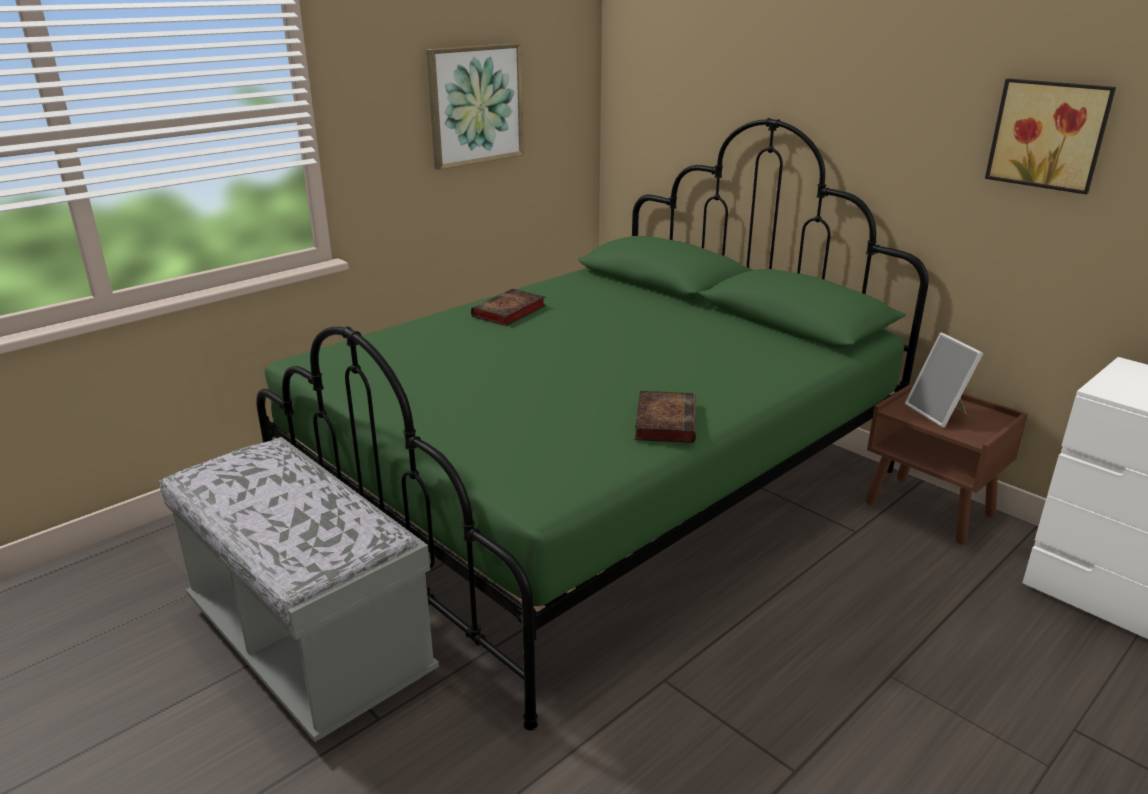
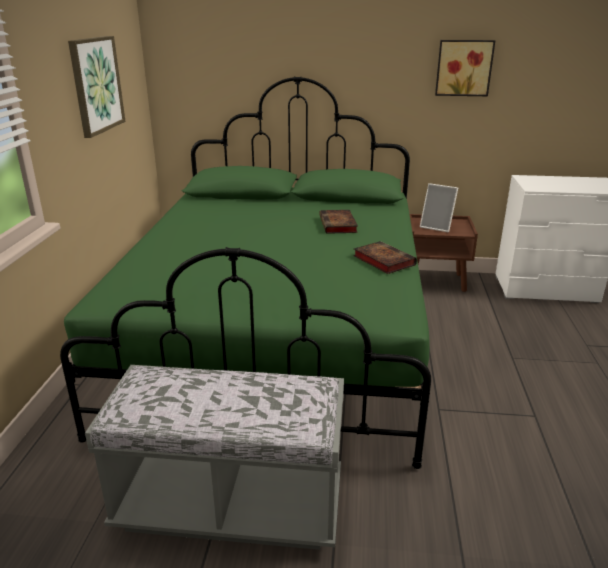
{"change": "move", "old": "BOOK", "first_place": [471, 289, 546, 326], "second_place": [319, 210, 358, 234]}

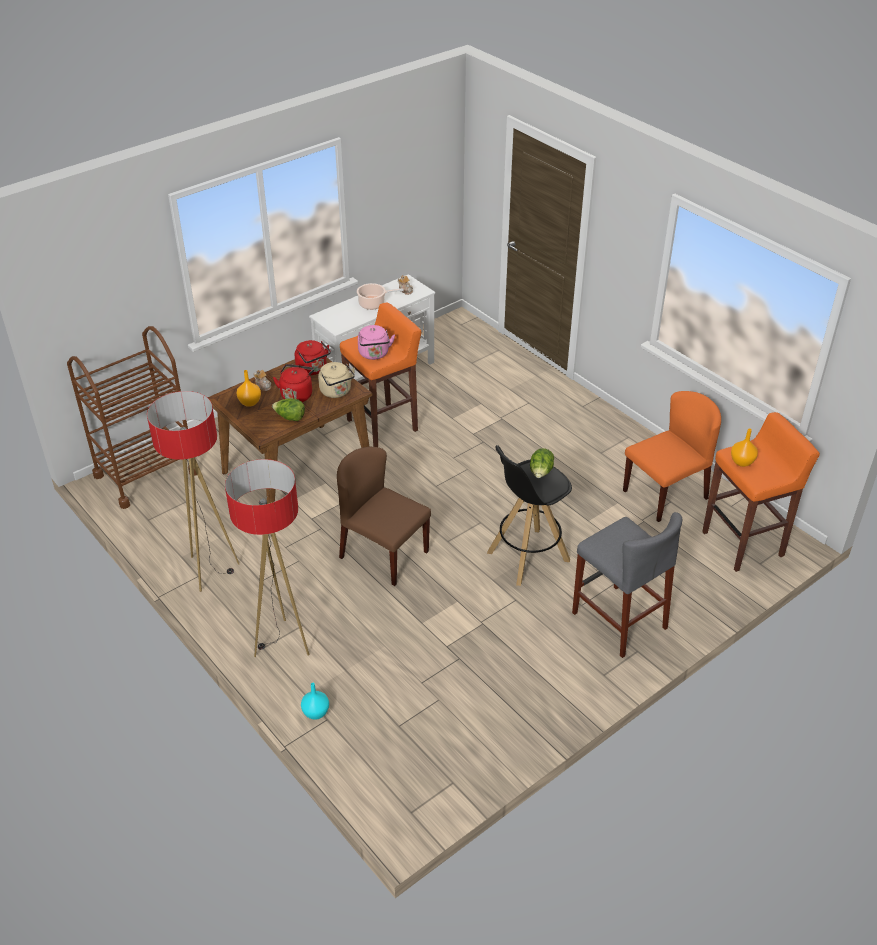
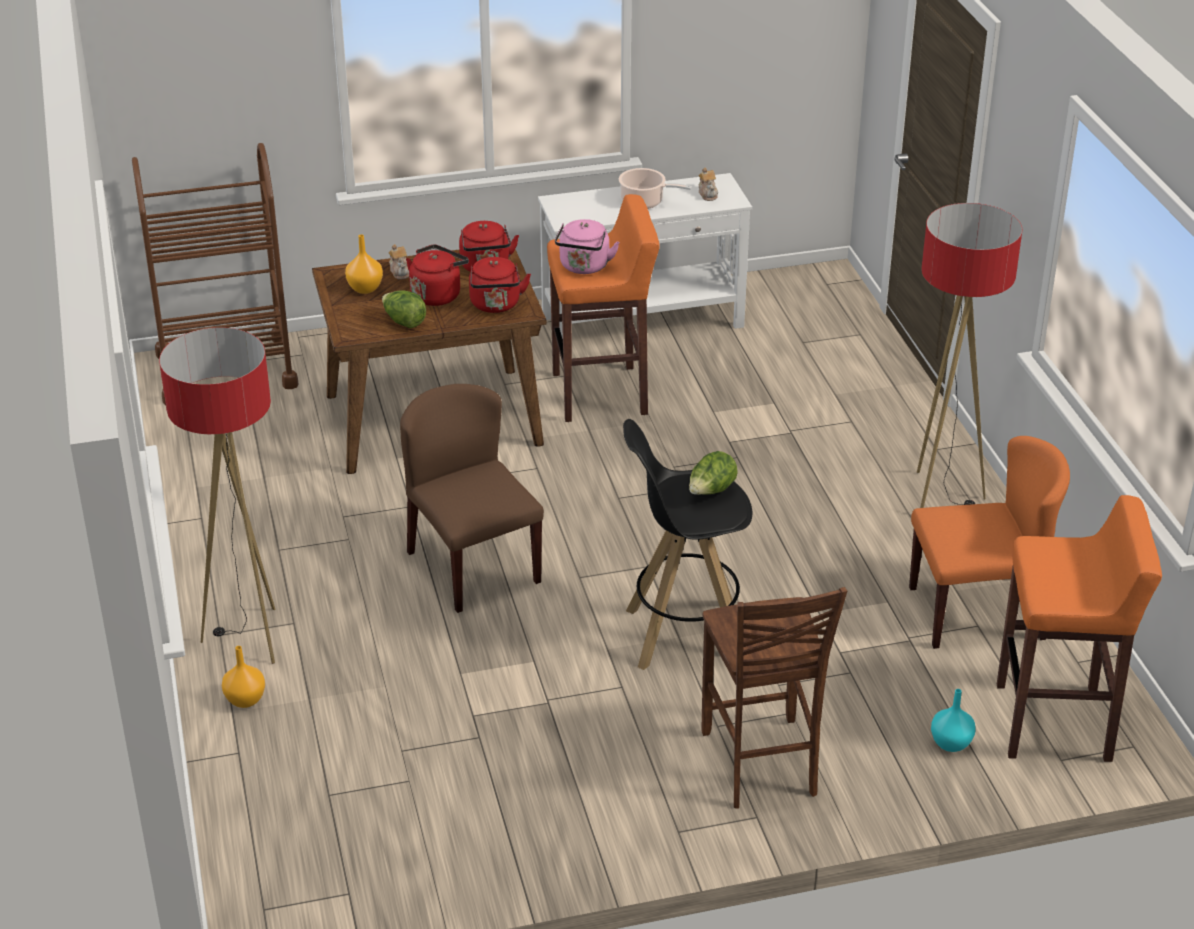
{"change": "move", "old": "FLOOR LAMP", "first_place": [147, 391, 239, 592], "second_place": [917, 203, 1022, 508]}
{"change": "move", "old": "TURQUOISE VASE", "first_place": [301, 683, 329, 720], "second_place": [931, 689, 976, 752]}
{"change": "move", "old": "ORANGE VASE", "first_place": [731, 428, 758, 467], "second_place": [222, 646, 265, 708]}
{"change": "replace", "old": "GREY STOOL", "new": "BROWN CHAIR", "first_place": [572, 512, 682, 658], "second_place": [701, 587, 847, 808]}
{"change": "recolor", "old": "BEIGE KETTLE", "new": "RED KETTLE", "first_place": [318, 362, 355, 398], "second_place": [469, 257, 531, 313]}

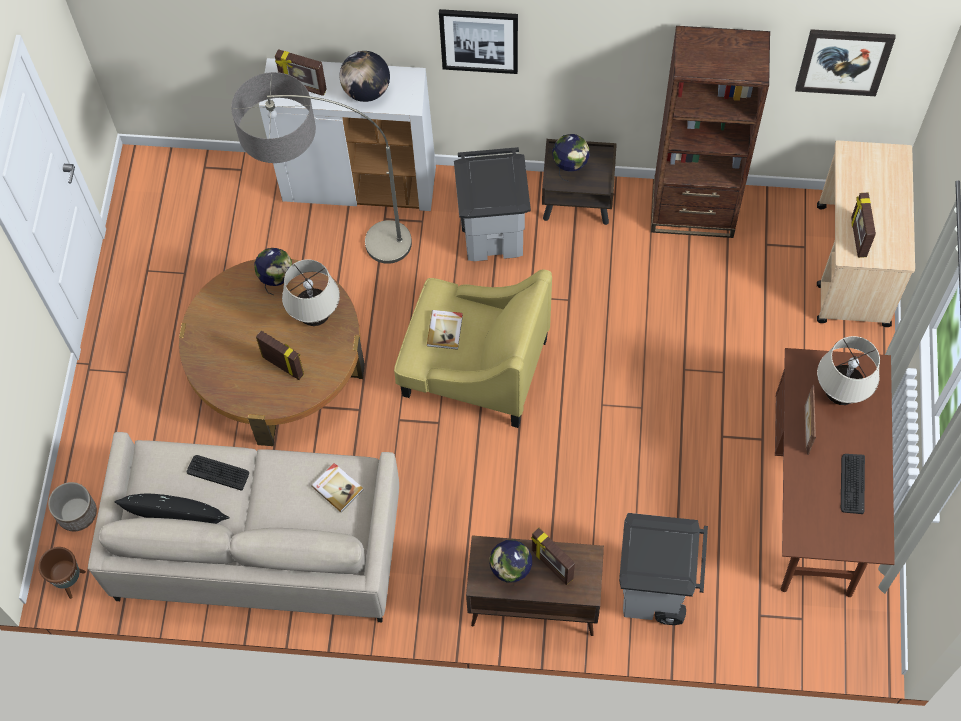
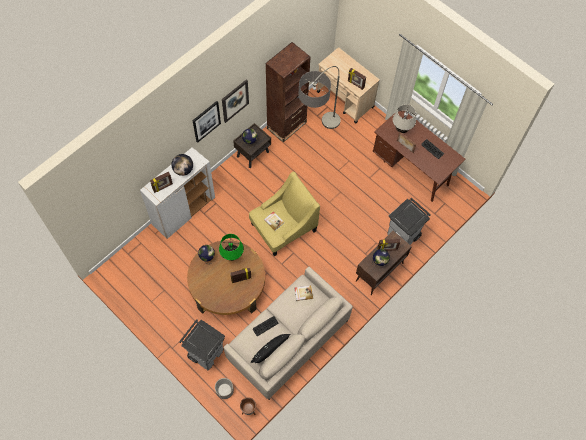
{"change": "move", "old": "FLOOR LAMP", "first_place": [231, 72, 412, 264], "second_place": [299, 66, 341, 129]}
{"change": "move", "old": "GREY TRASH CAN", "first_place": [454, 147, 531, 261], "second_place": [179, 319, 225, 370]}
{"change": "move", "old": "PICTURE", "first_place": [795, 29, 895, 96], "second_place": [222, 79, 249, 123]}
{"change": "recolor", "old": "BEIGE TABLE LAMP", "new": "GREEN TABLE LAMP", "first_place": [282, 259, 340, 326], "second_place": [219, 234, 244, 261]}

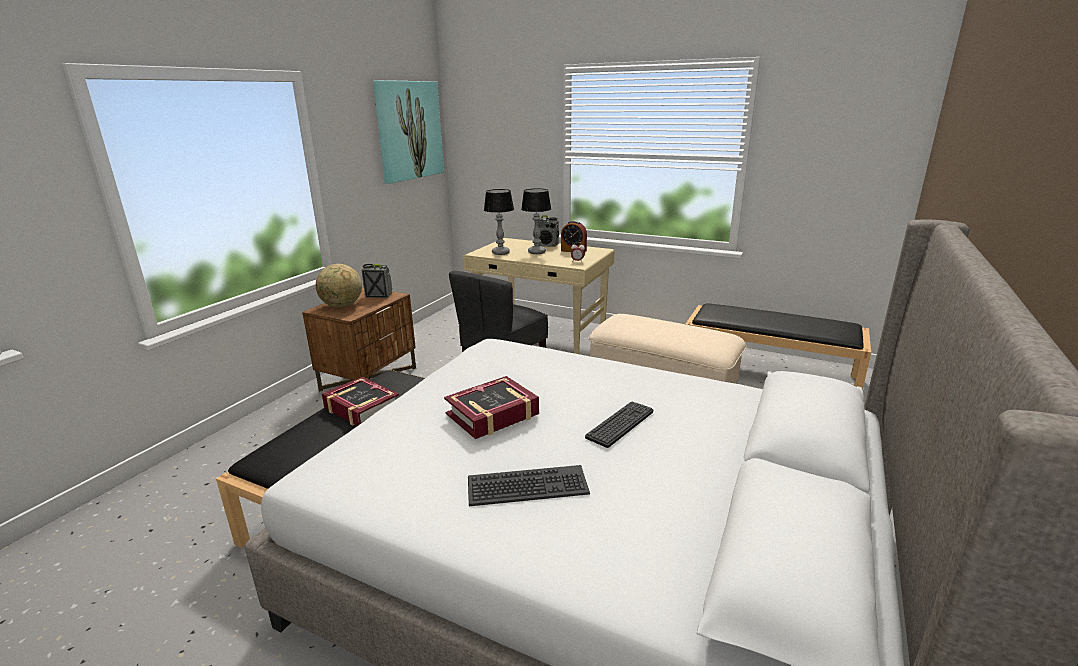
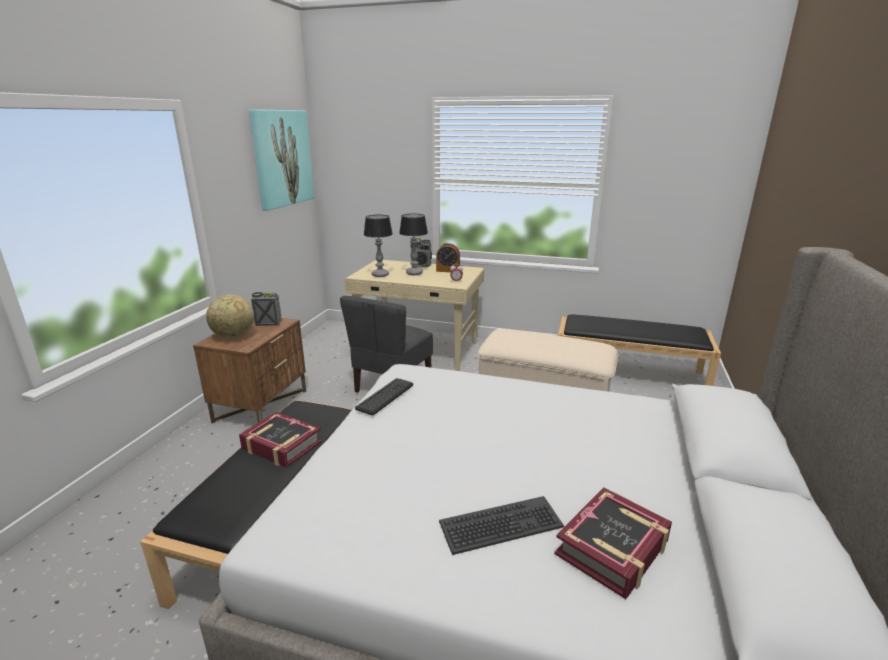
{"change": "move", "old": "BOOK", "first_place": [444, 376, 539, 439], "second_place": [555, 487, 672, 599]}
{"change": "move", "old": "KEYBOARD", "first_place": [585, 402, 653, 448], "second_place": [355, 378, 413, 416]}

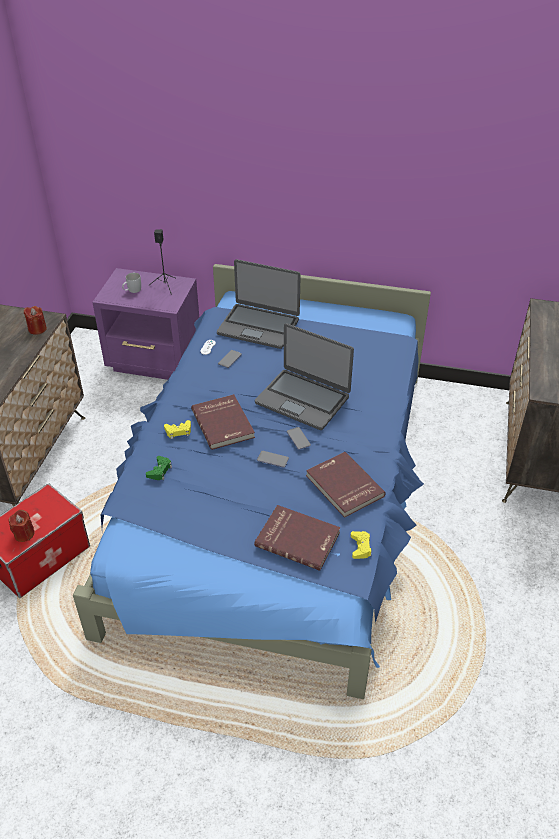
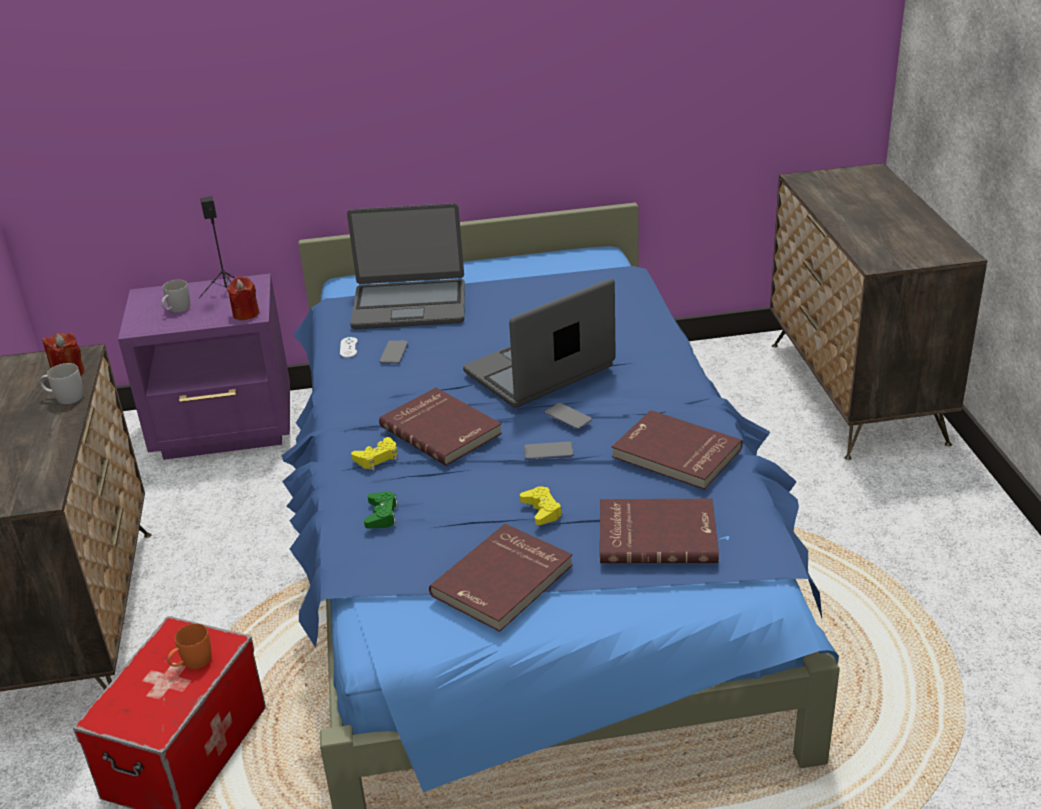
{"change": "insert", "new": "WHITE MUG", "second_place": [40, 363, 83, 404]}
{"change": "insert", "new": "ORANGE MUG", "second_place": [167, 623, 211, 669]}
{"change": "insert", "new": "RED BOOK", "second_place": [429, 524, 573, 632]}
{"change": "move", "old": "RED CANDLE", "first_place": [8, 510, 35, 542], "second_place": [227, 277, 259, 320]}
{"change": "move", "old": "YELLOW GAME CONTROLLER", "first_place": [351, 531, 372, 559], "second_place": [520, 486, 562, 525]}
{"change": "rotate", "old": "LAPTOP", "first_place": [255, 323, 354, 430], "second_place": [463, 278, 616, 408], "degrees": 135}

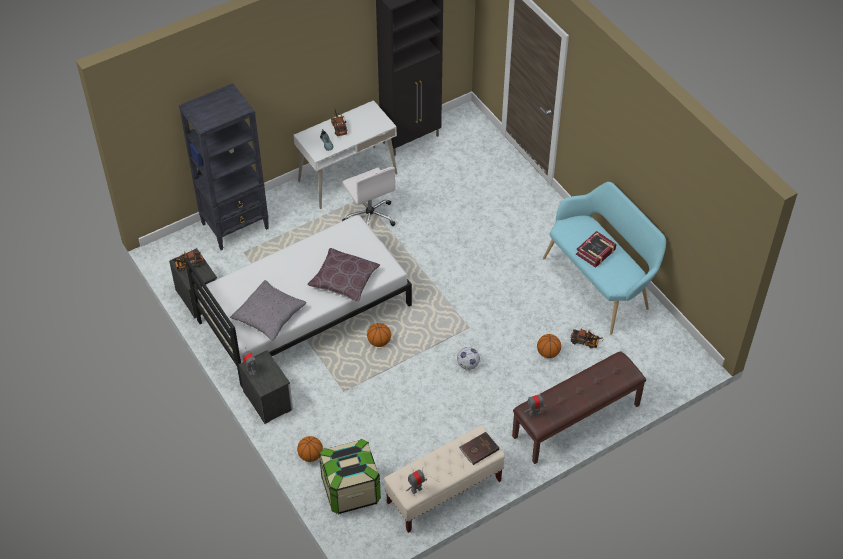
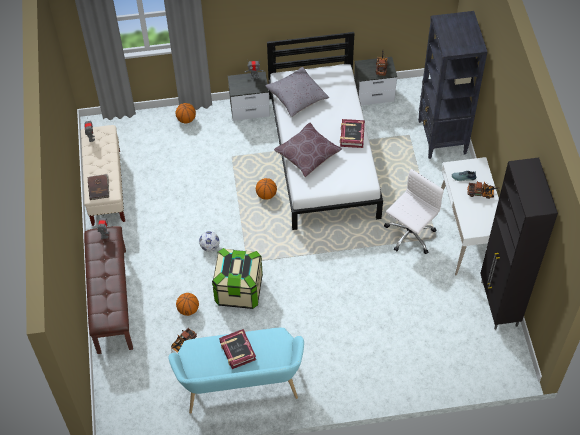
{"change": "insert", "new": "BOOK", "second_place": [340, 119, 365, 148]}
{"change": "move", "old": "STORAGE BOX", "first_place": [319, 439, 381, 514], "second_place": [212, 248, 263, 309]}
{"change": "rotate", "old": "WHITE OFFICE CHAIR", "first_place": [342, 167, 396, 226], "second_place": [384, 169, 444, 254], "degrees": 135}

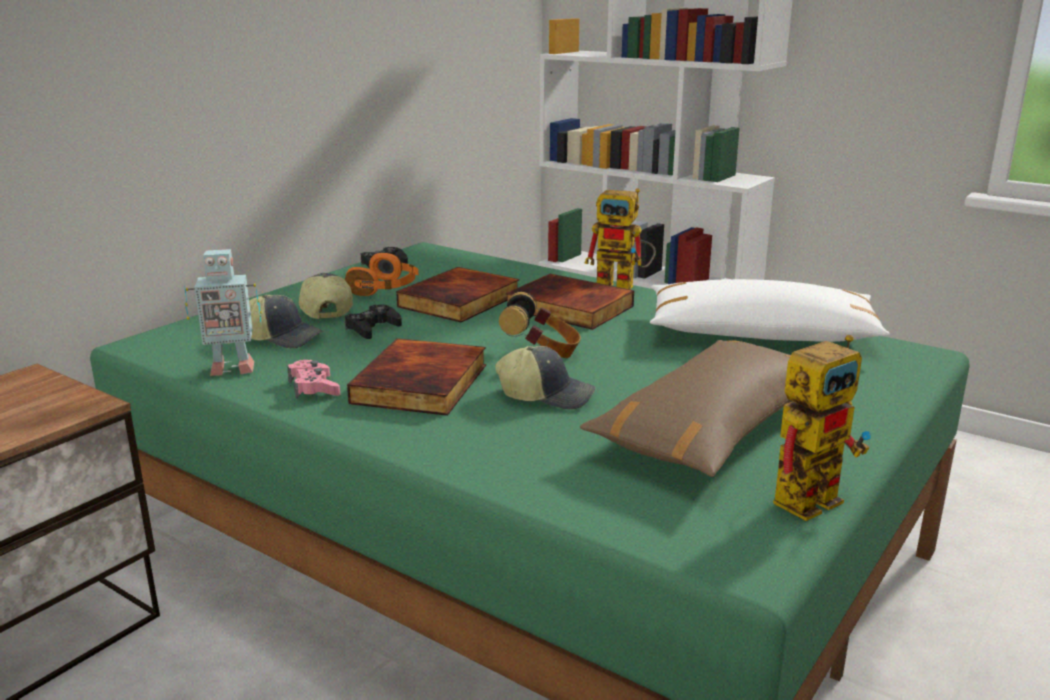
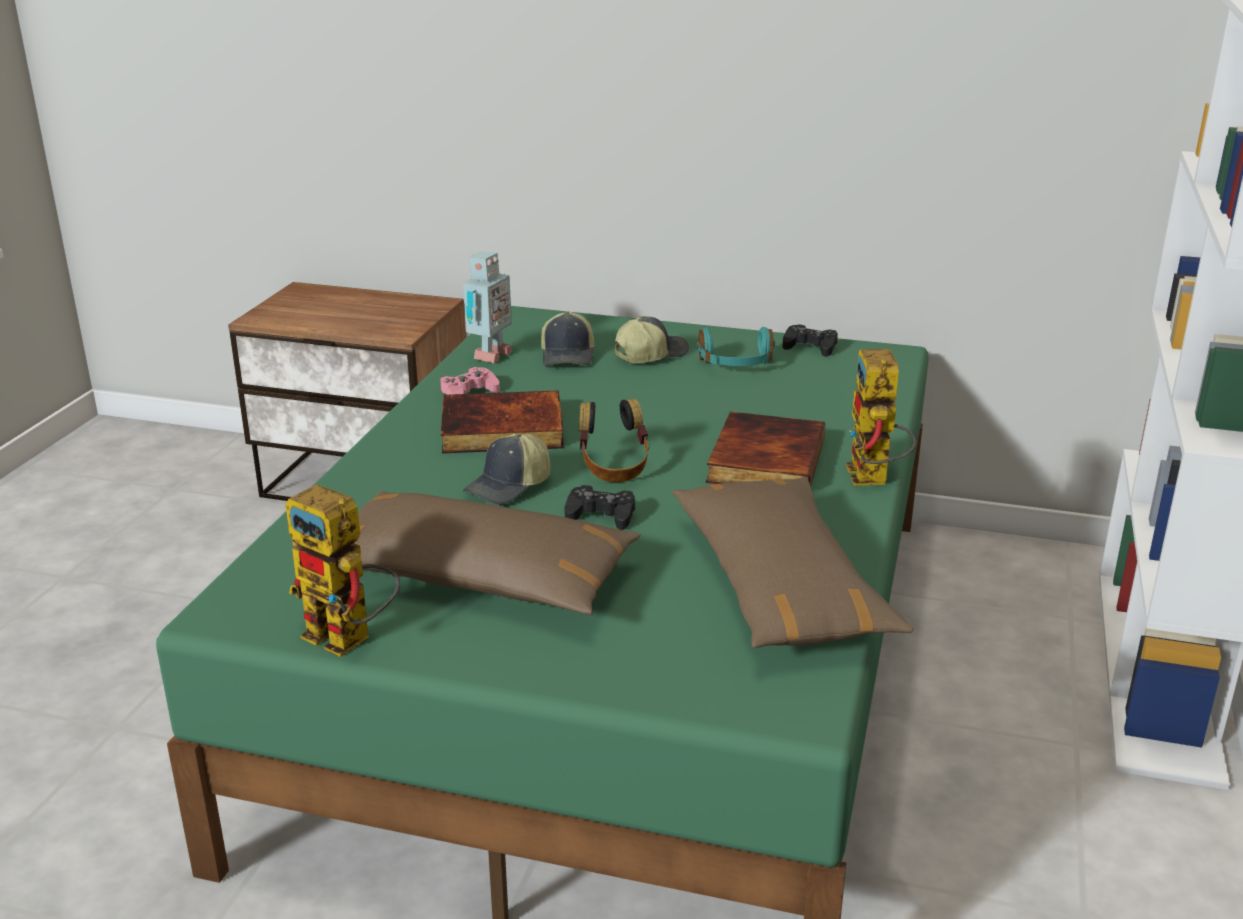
{"change": "delete", "old": "BOOK", "first_place": [396, 267, 519, 322]}
{"change": "move", "old": "BLACK GAME CONTROLLER", "first_place": [345, 305, 402, 339], "second_place": [565, 485, 635, 530]}
{"change": "recolor", "old": "ORANGE HEADPHONES", "new": "TURQUOISE HEADPHONES", "first_place": [345, 253, 419, 296], "second_place": [697, 327, 775, 366]}
{"change": "recolor", "old": "WHITE PILLOW", "new": "BROWN PILLOW", "first_place": [650, 279, 890, 342], "second_place": [672, 476, 913, 648]}
{"change": "rotate", "old": "TOY ROBOT", "first_place": [184, 249, 261, 376], "second_place": [463, 251, 513, 363], "degrees": -120}
{"change": "rotate", "old": "CAP", "first_place": [495, 346, 596, 409], "second_place": [463, 434, 551, 505], "degrees": 45}

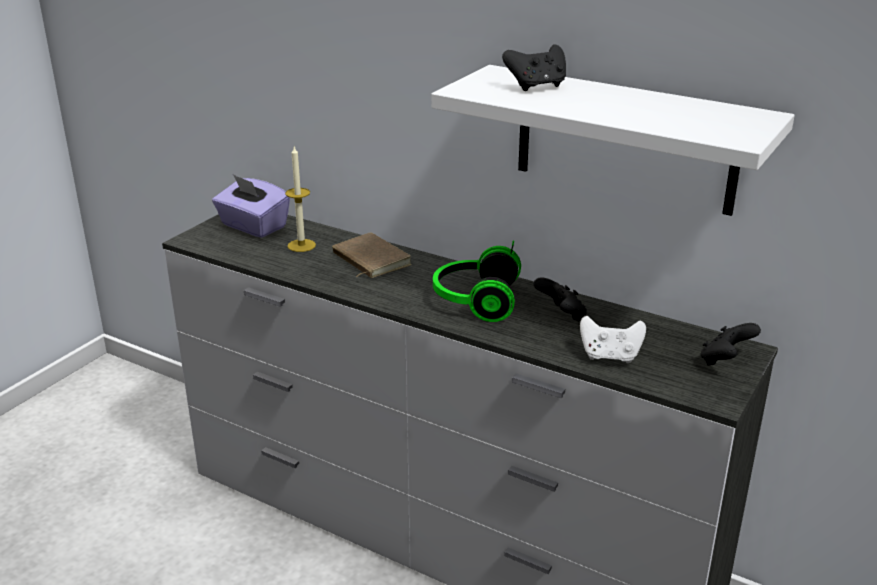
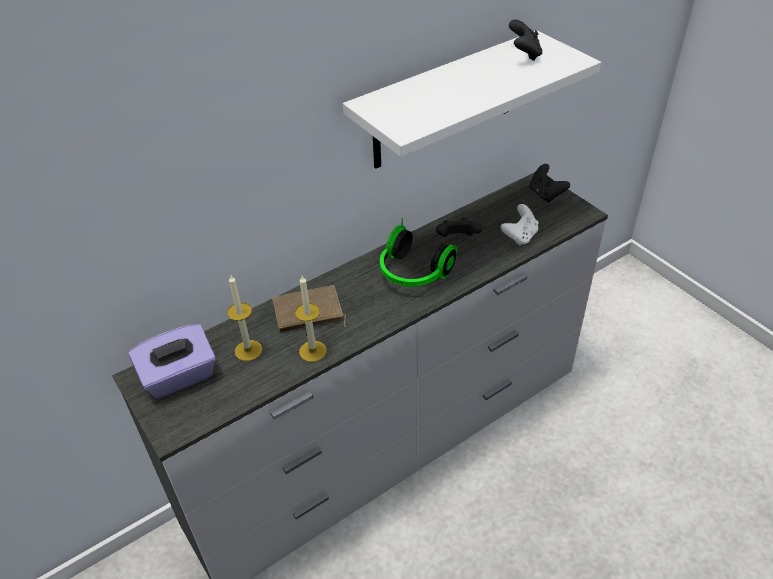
{"change": "insert", "new": "CANDLE", "second_place": [295, 276, 327, 362]}
{"change": "move", "old": "BLACK GAME CONTROLLER", "first_place": [502, 44, 566, 91], "second_place": [509, 19, 542, 61]}

